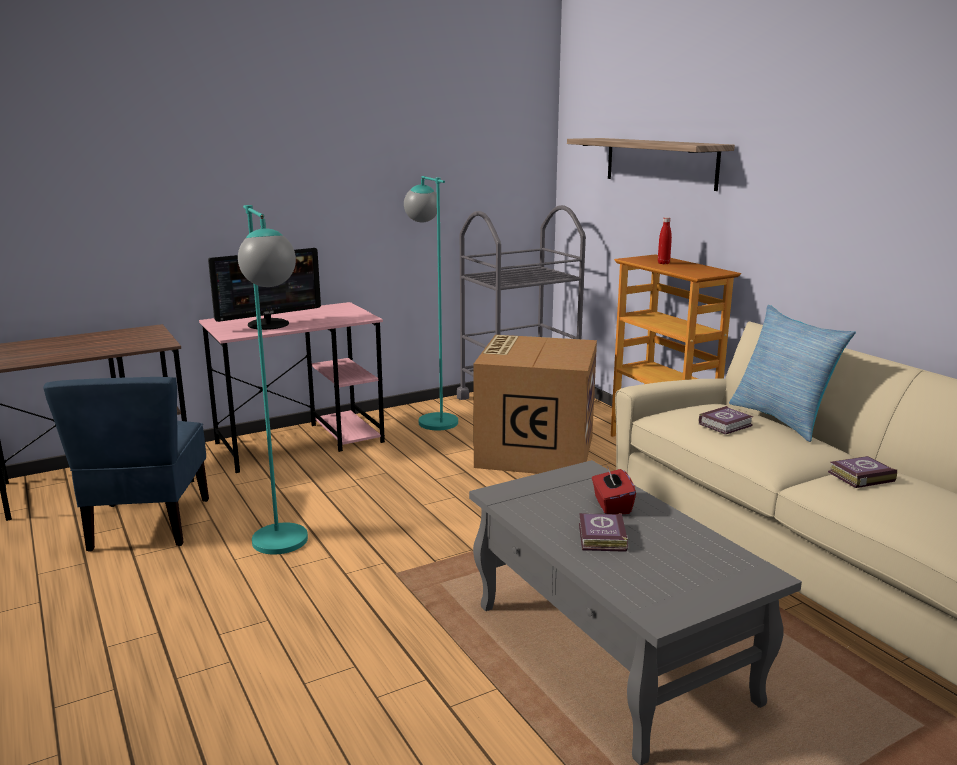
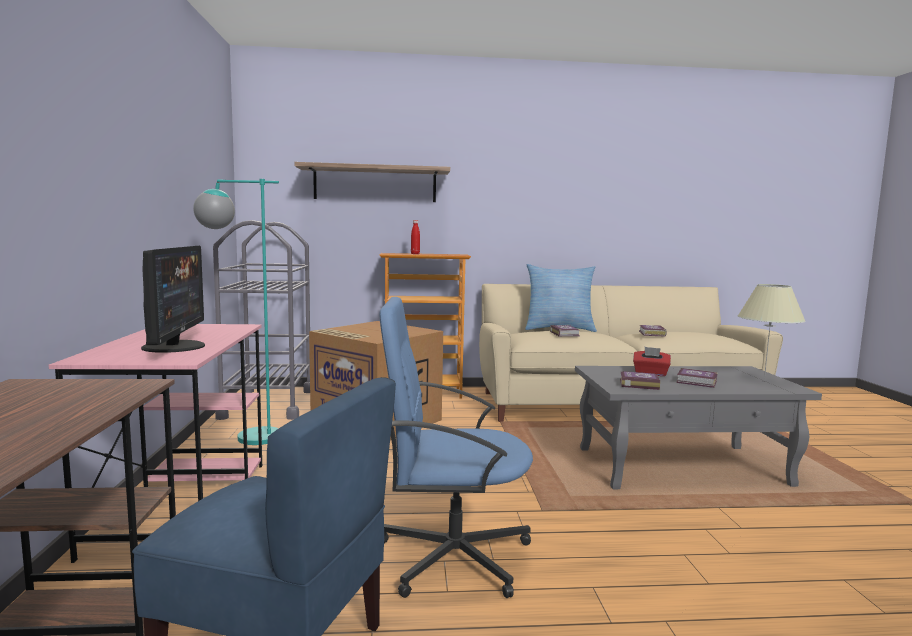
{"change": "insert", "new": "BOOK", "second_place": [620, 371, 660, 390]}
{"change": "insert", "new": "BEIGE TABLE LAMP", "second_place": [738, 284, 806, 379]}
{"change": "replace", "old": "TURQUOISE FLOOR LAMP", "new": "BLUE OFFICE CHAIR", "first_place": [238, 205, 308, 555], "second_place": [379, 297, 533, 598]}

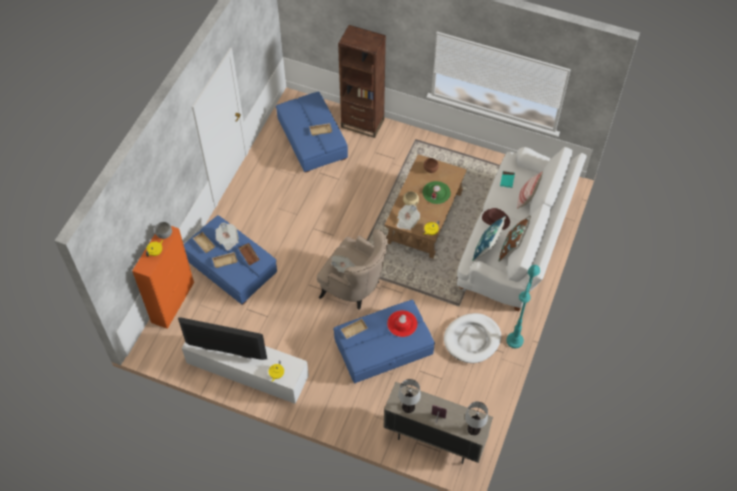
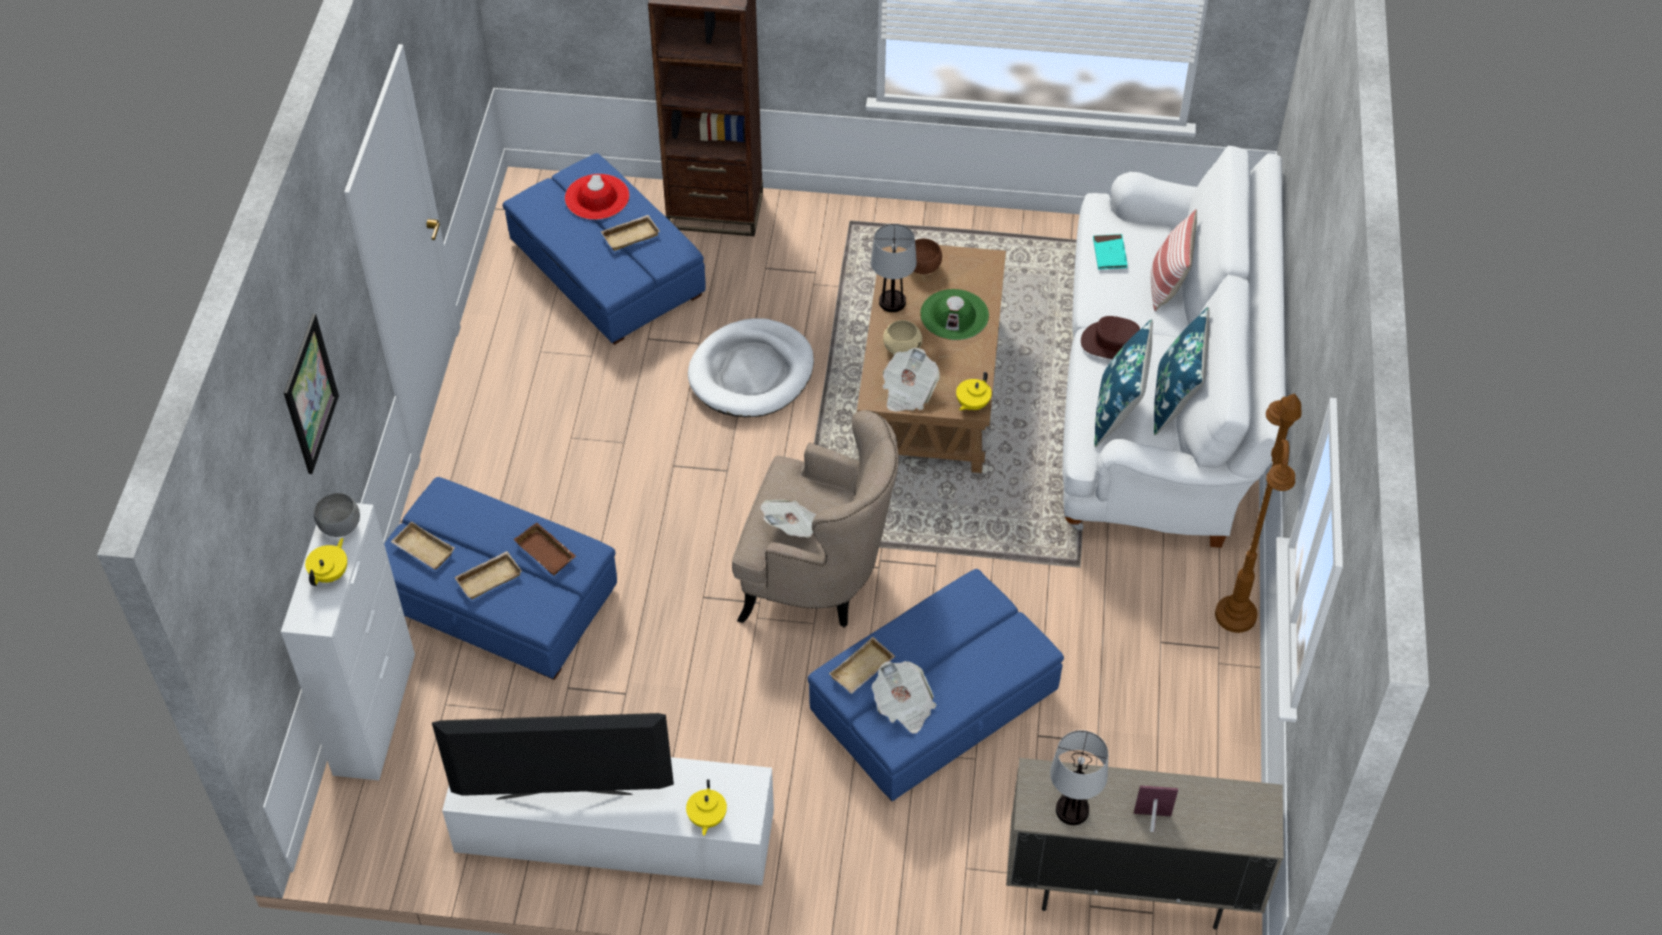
{"change": "insert", "new": "PICTURE", "second_place": [284, 314, 339, 474]}
{"change": "move", "old": "NEWSPAPER", "first_place": [215, 222, 239, 250], "second_place": [872, 661, 937, 734]}
{"change": "move", "old": "RED HAT", "first_place": [387, 310, 418, 337], "second_place": [565, 174, 630, 220]}
{"change": "move", "old": "WHITE DOG BED", "first_place": [444, 313, 501, 363], "second_place": [688, 318, 814, 417]}
{"change": "move", "old": "TABLE LAMP", "first_place": [465, 402, 488, 435], "second_place": [871, 224, 917, 312]}
{"change": "recolor", "old": "ORANGE CABINET", "new": "WHITE CABINET", "first_place": [132, 226, 194, 329], "second_place": [281, 503, 415, 781]}
{"change": "recolor", "old": "BROWN PILLOW", "new": "BLUE PILLOW", "first_place": [498, 215, 531, 262], "second_place": [1154, 307, 1209, 435]}
{"change": "recolor", "old": "TURQUOISE FLOOR LAMP", "new": "BROWN FLOOR LAMP", "first_place": [506, 265, 540, 348], "second_place": [1215, 394, 1302, 633]}

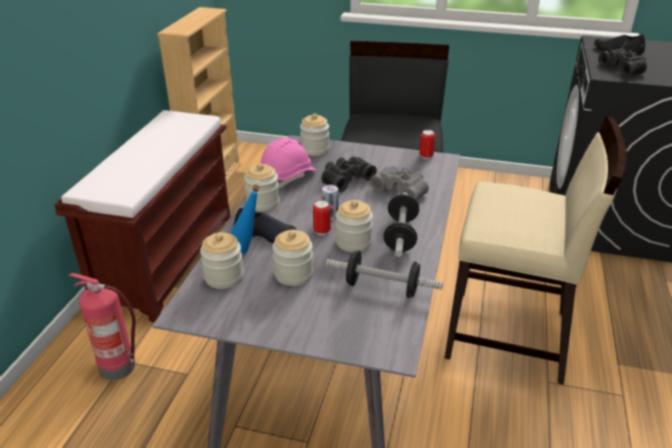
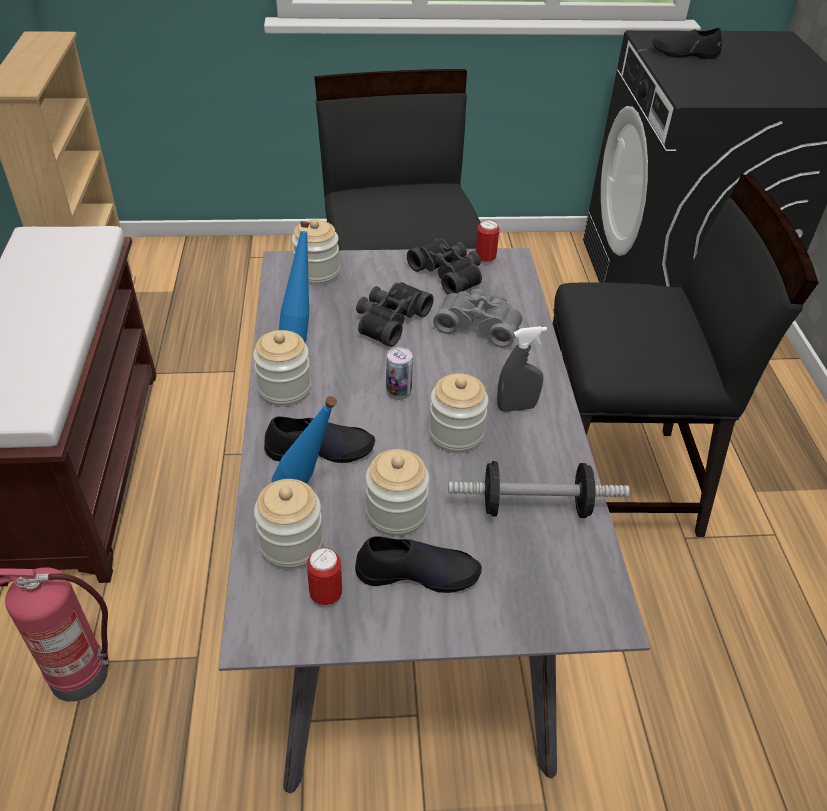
{"change": "insert", "new": "BLACK SHOE", "second_place": [355, 536, 482, 593]}
{"change": "move", "old": "CAN", "first_place": [313, 200, 331, 235], "second_place": [307, 548, 342, 606]}
{"change": "move", "old": "BLACK BINOCULARS", "first_place": [598, 48, 647, 76], "second_place": [407, 239, 482, 295]}
{"change": "replace", "old": "PINK HARD HAT", "new": "BLUE BOTTLE", "first_place": [260, 138, 316, 189], "second_place": [279, 221, 309, 342]}
{"change": "replace", "old": "DUMBBELL", "new": "GREY SPRAY BOTTLE", "first_place": [383, 192, 419, 257], "second_place": [497, 326, 547, 412]}
{"change": "recolor", "old": "BEIGE CHAIR", "new": "BLACK CHAIR", "first_place": [445, 116, 627, 385], "second_place": [552, 174, 818, 537]}

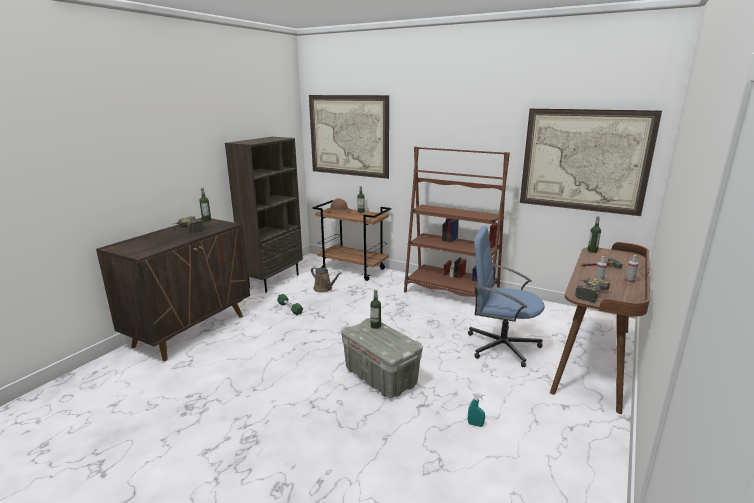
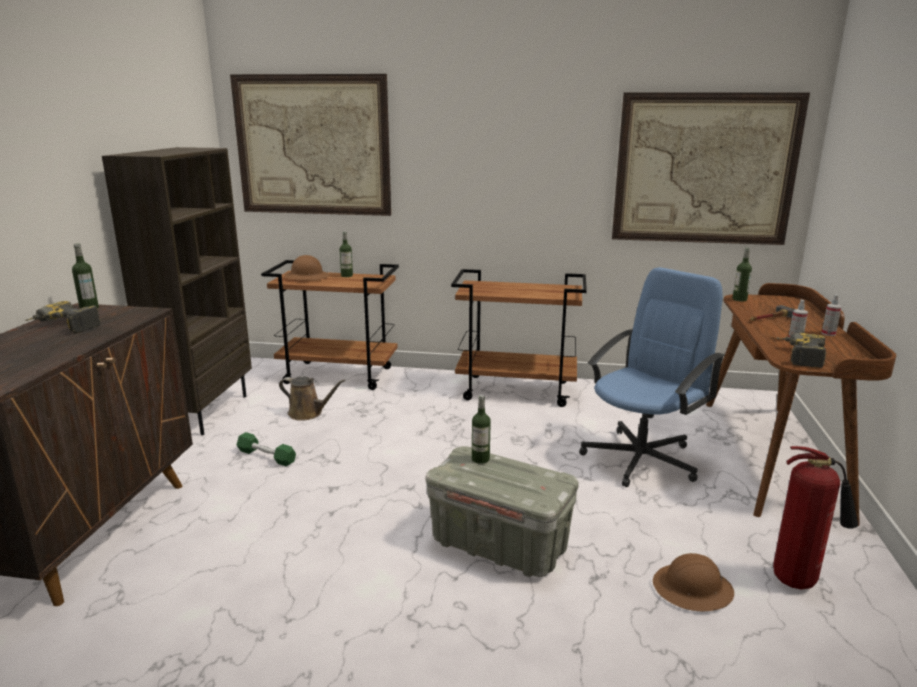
{"change": "insert", "new": "FIRE EXTINGUISHER", "second_place": [773, 446, 859, 590]}
{"change": "replace", "old": "BROWN BOOKCASE", "new": "BROWN CART", "first_place": [404, 146, 510, 297], "second_place": [451, 269, 587, 407]}
{"change": "replace", "old": "TURQUOISE SPRAY BOTTLE", "new": "BROWN HARD HAT", "first_place": [468, 392, 485, 427], "second_place": [653, 553, 734, 611]}
{"change": "rotate", "old": "BLUE OFFICE CHAIR", "first_place": [468, 226, 545, 367], "second_place": [579, 267, 725, 487], "degrees": 135}

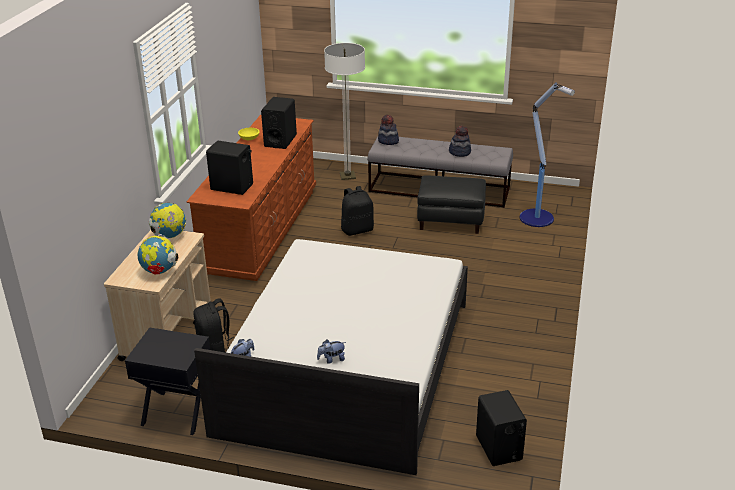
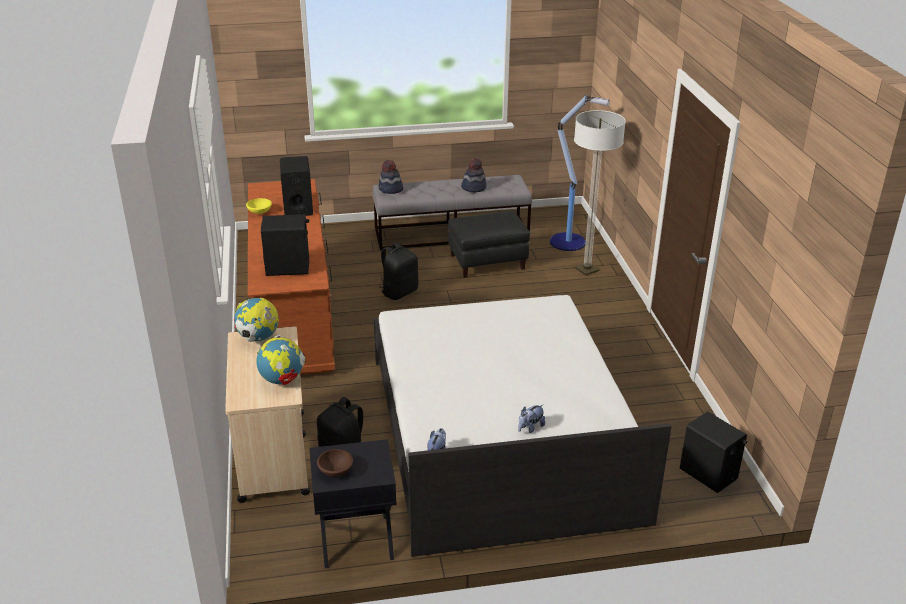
{"change": "insert", "new": "BROWN BOWL", "second_place": [317, 449, 353, 476]}
{"change": "move", "old": "FLOOR LAMP", "first_place": [324, 43, 365, 180], "second_place": [574, 110, 626, 276]}

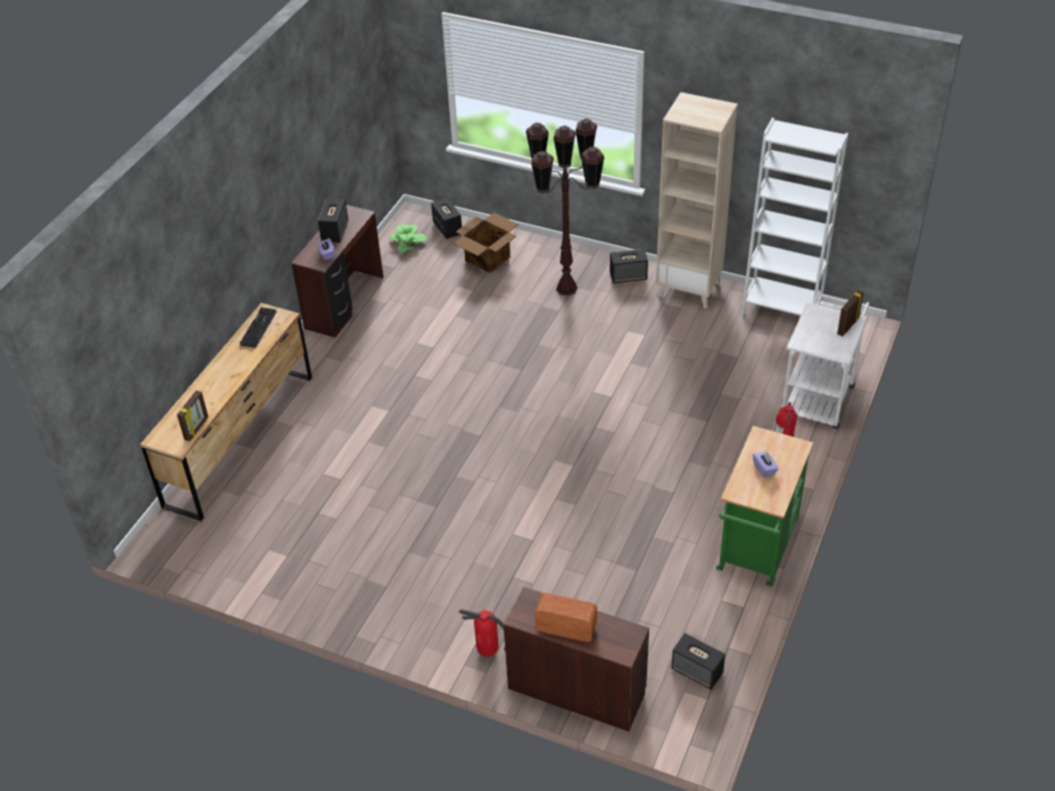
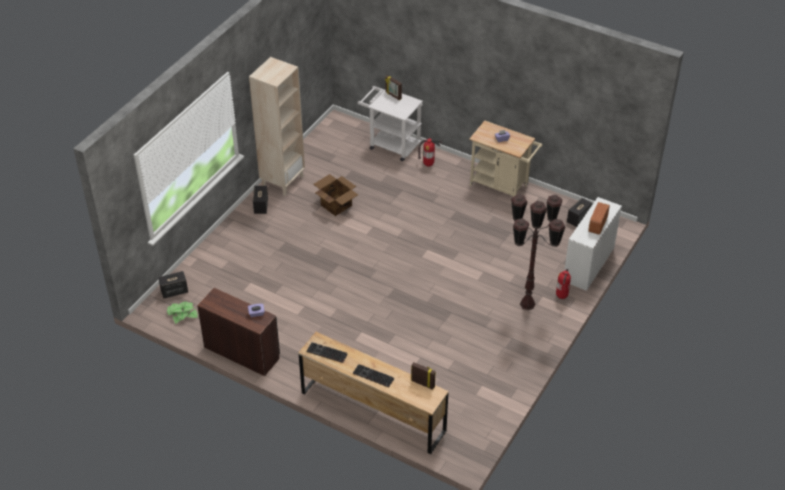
{"change": "delete", "old": "SPEAKER", "first_place": [318, 198, 348, 243]}
{"change": "delete", "old": "WHITE BOOKCASE", "first_place": [741, 118, 848, 316]}
{"change": "insert", "new": "KEYBOARD", "second_place": [353, 364, 394, 387]}
{"change": "move", "old": "CARDBOARD BOX", "first_place": [453, 213, 519, 273], "second_place": [313, 174, 358, 216]}
{"change": "move", "old": "BROWN FLOOR LAMP", "first_place": [526, 119, 605, 296], "second_place": [511, 194, 565, 310]}
{"change": "recolor", "old": "BROWN DESK", "new": "WHITE DESK", "first_place": [503, 586, 649, 732], "second_place": [564, 197, 622, 291]}
{"change": "recolor", "old": "GREEN CART", "new": "BEIGE CART", "first_place": [716, 426, 813, 587], "second_place": [469, 121, 542, 197]}

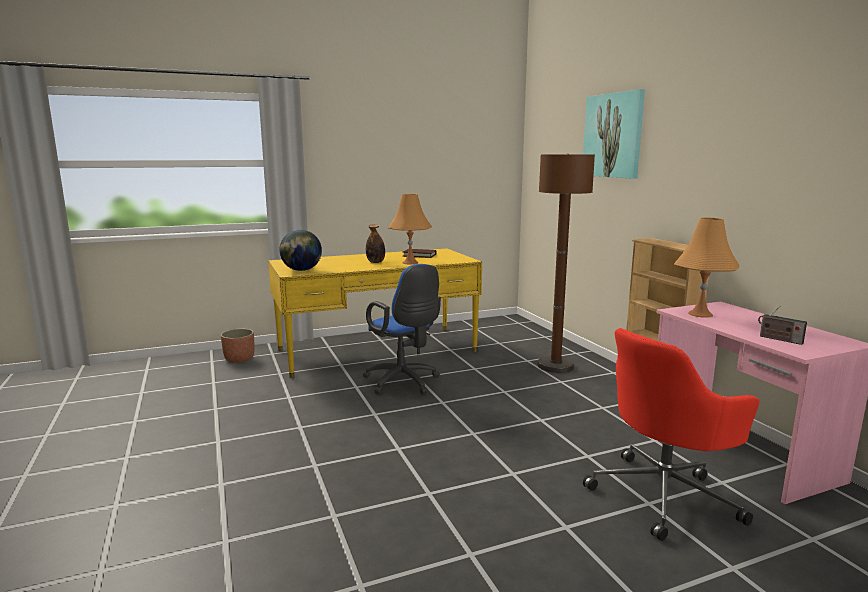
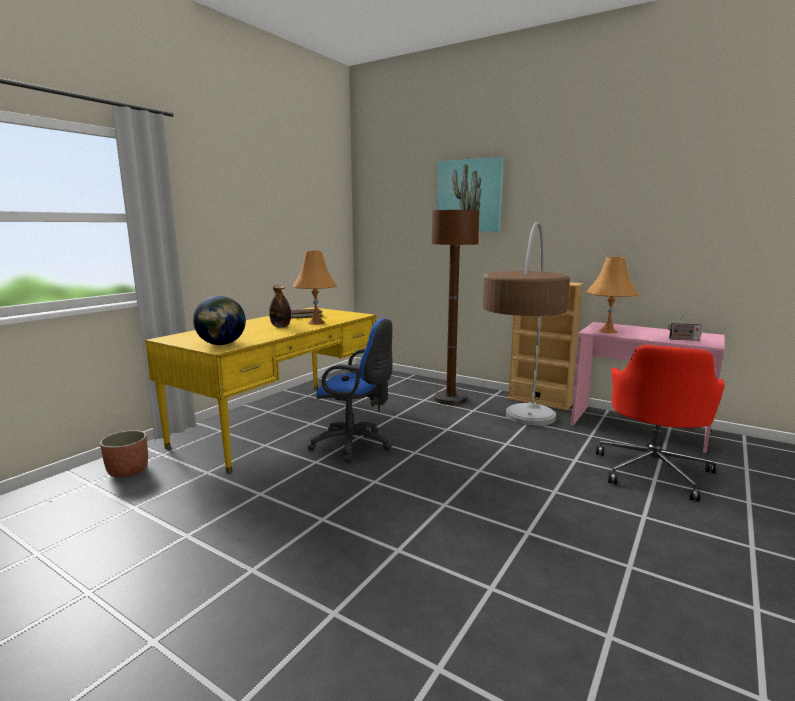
{"change": "insert", "new": "FLOOR LAMP", "second_place": [483, 222, 570, 426]}

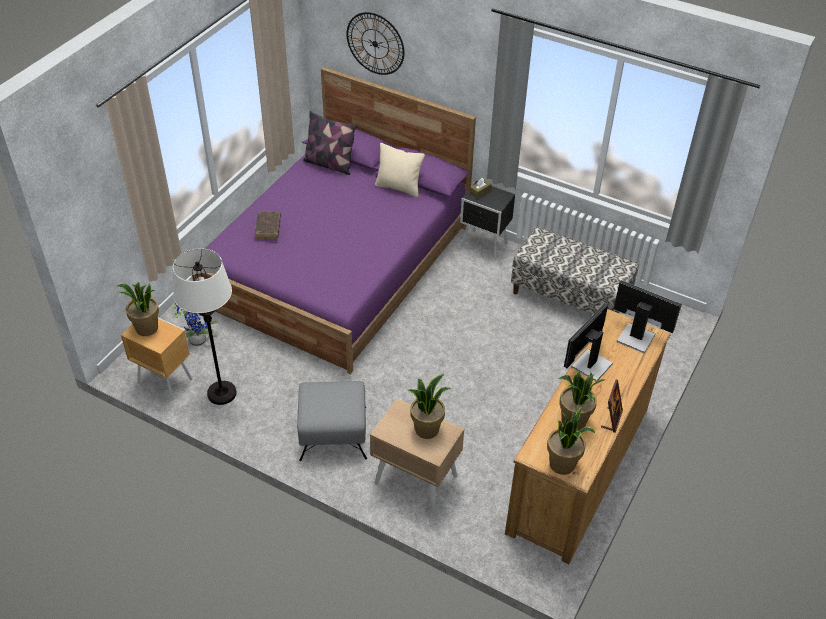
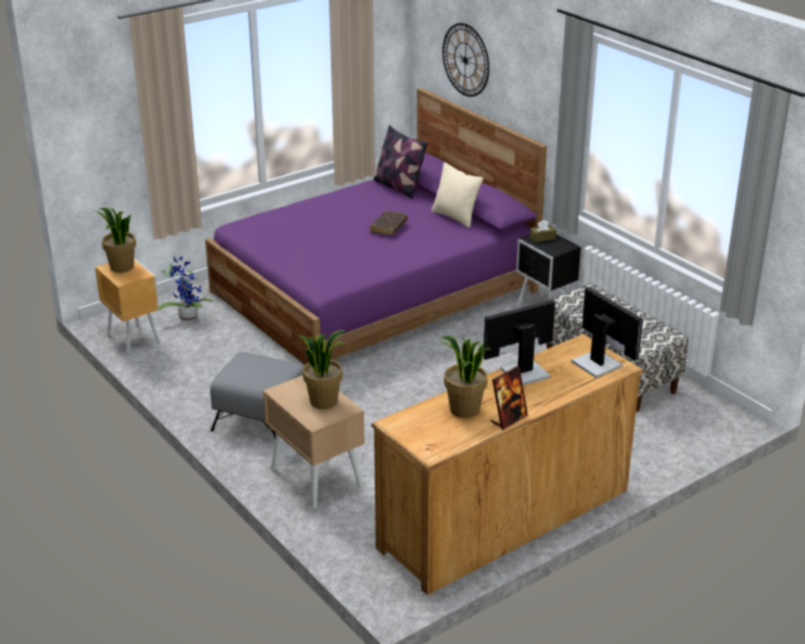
{"change": "delete", "old": "WHITE FLOOR LAMP", "first_place": [173, 248, 237, 405]}
{"change": "delete", "old": "POTTED PLANT", "first_place": [547, 407, 595, 475]}
{"change": "move", "old": "BROWN BOOK", "first_place": [255, 211, 281, 239], "second_place": [370, 211, 408, 236]}

